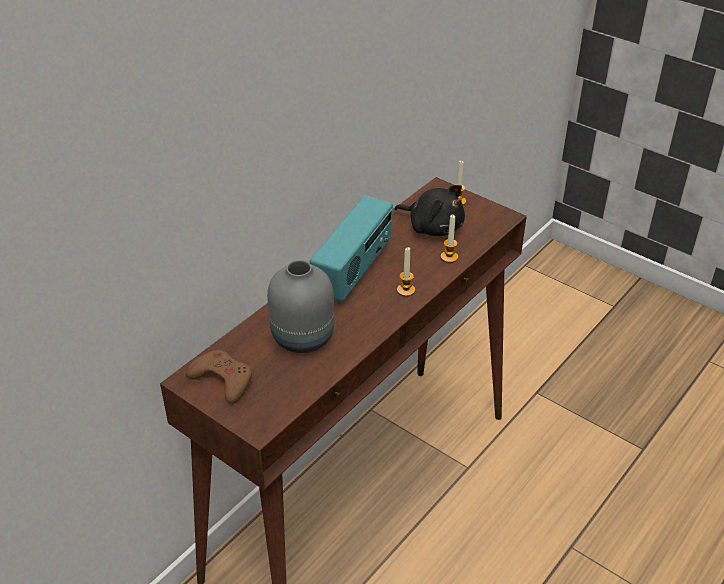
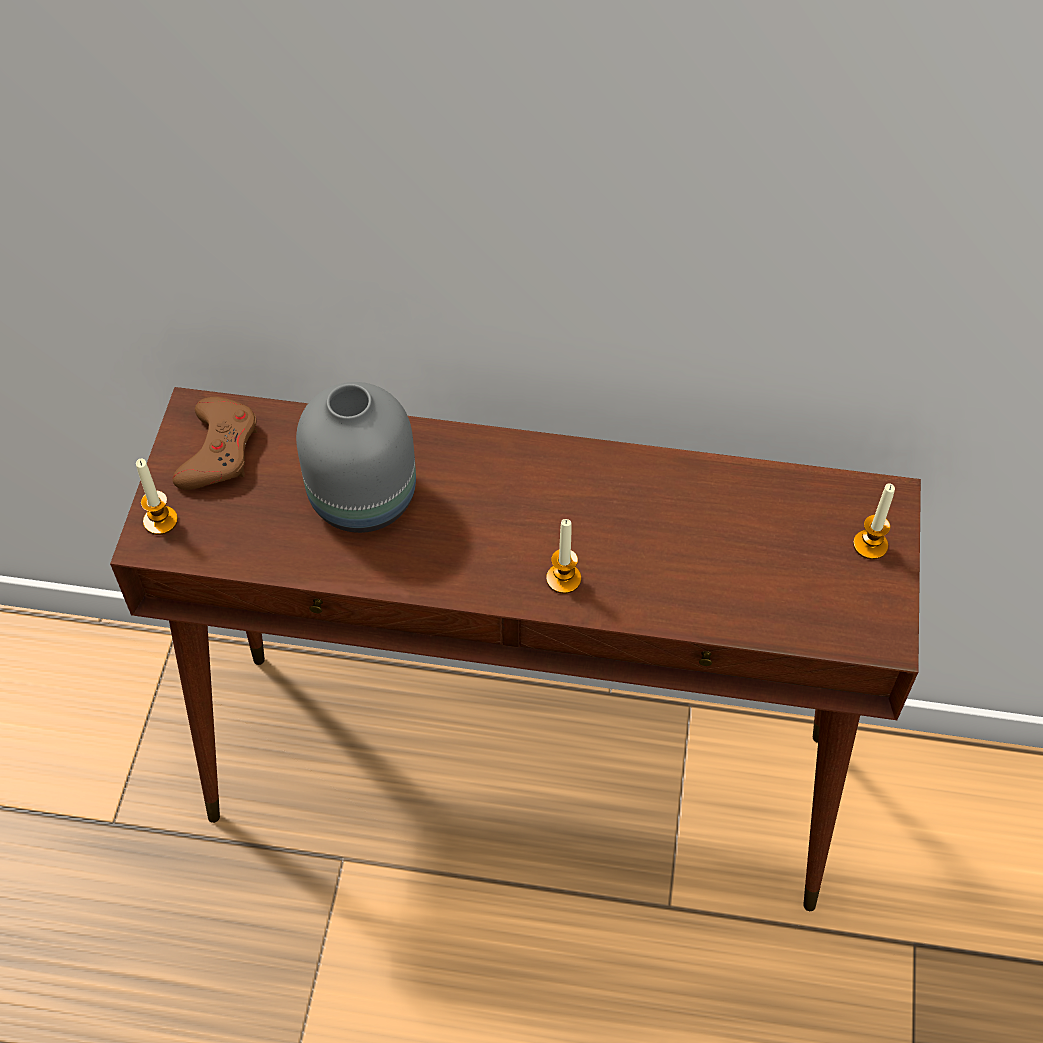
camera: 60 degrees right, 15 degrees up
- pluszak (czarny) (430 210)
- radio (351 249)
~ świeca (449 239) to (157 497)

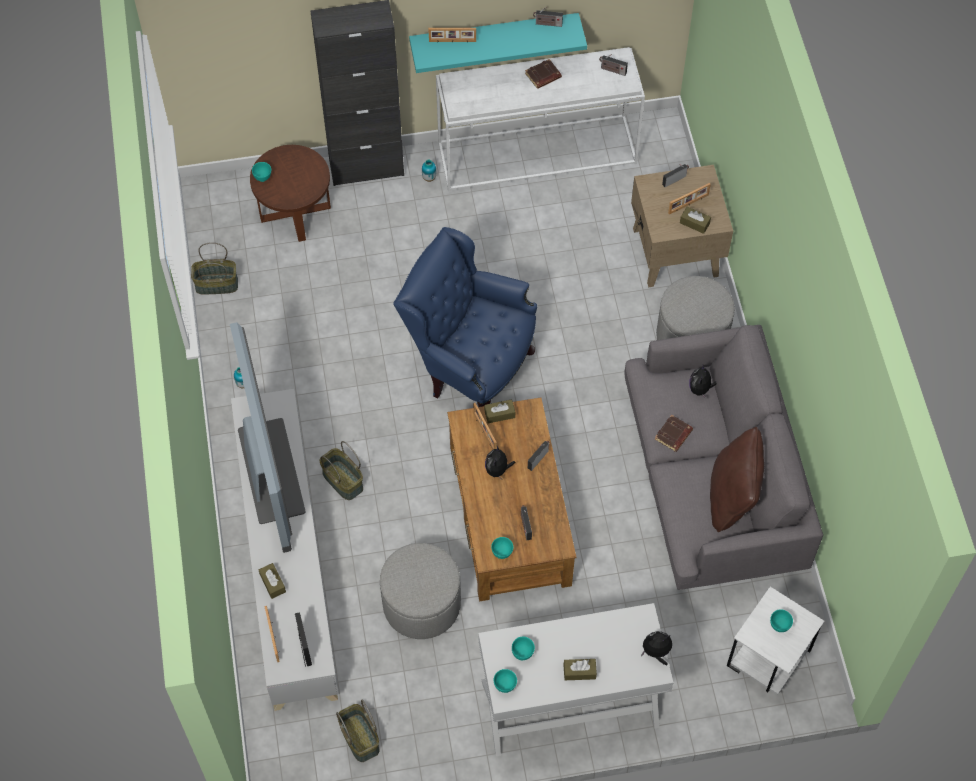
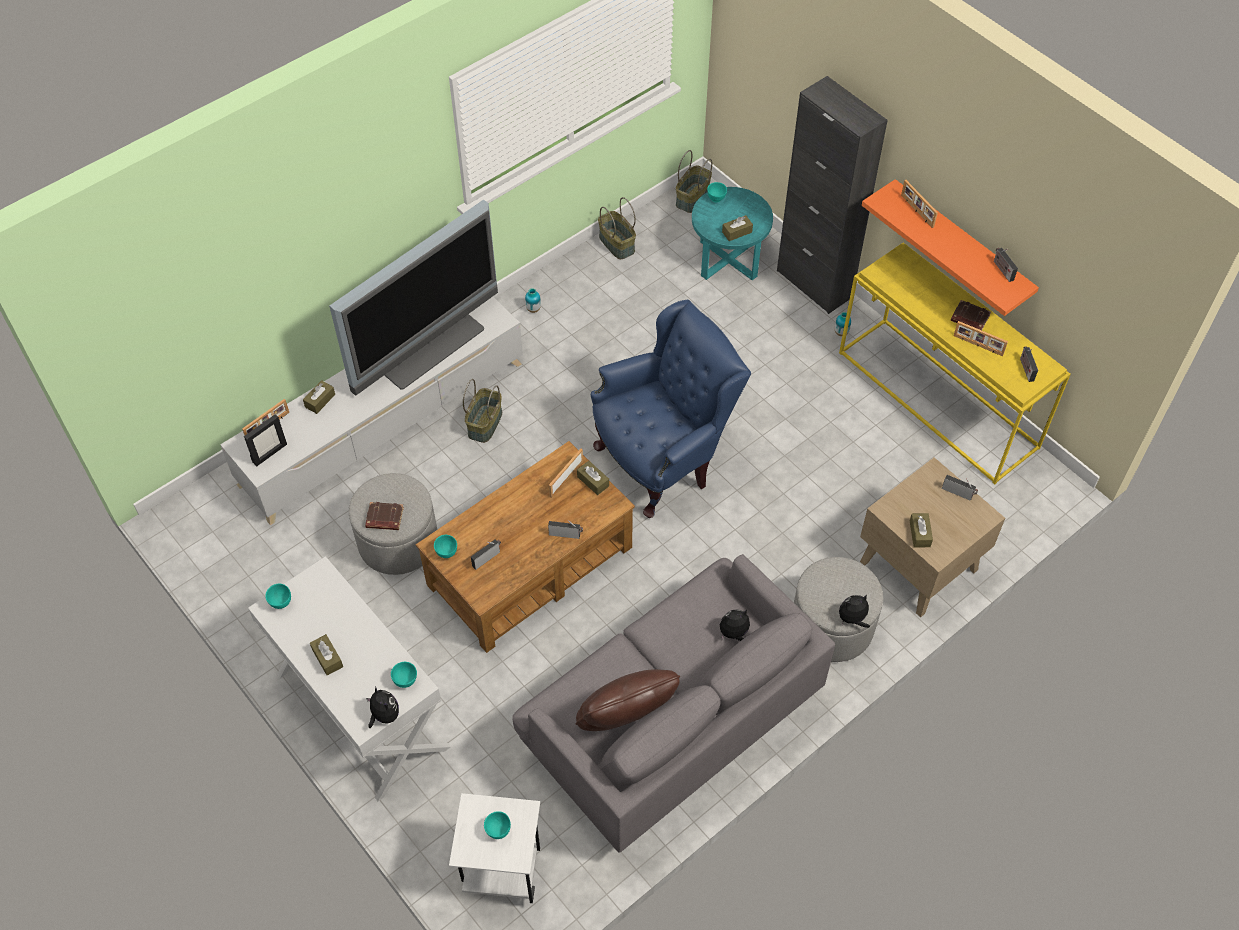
camera: 60 degrees right, 5 degrees down
~ półka (turkusowy) (498 43) to półka (pomarańczowy) (950 247)
~ stolik konsolowy (biały) (540 119) to stolik konsolowy (żółty) (955 364)
~ stolik (brązowy) (290 193) to stolik (turkusowy) (732 233)
~ ramka na zdjęcie (689 199) to (981 338)
~ fotel (niebieski) (465 317) = (671 409) 60 degrees clockwise
~ książka (brązowy) (674 433) to (384 516)
~ pluszak (500 463) to (854 611)
~ miska (turkusowy) (523 648) to (404 675)
~ koszyk (357 731) to (694 181)
+ pudełko chusteczek (brązowy) (737 228)

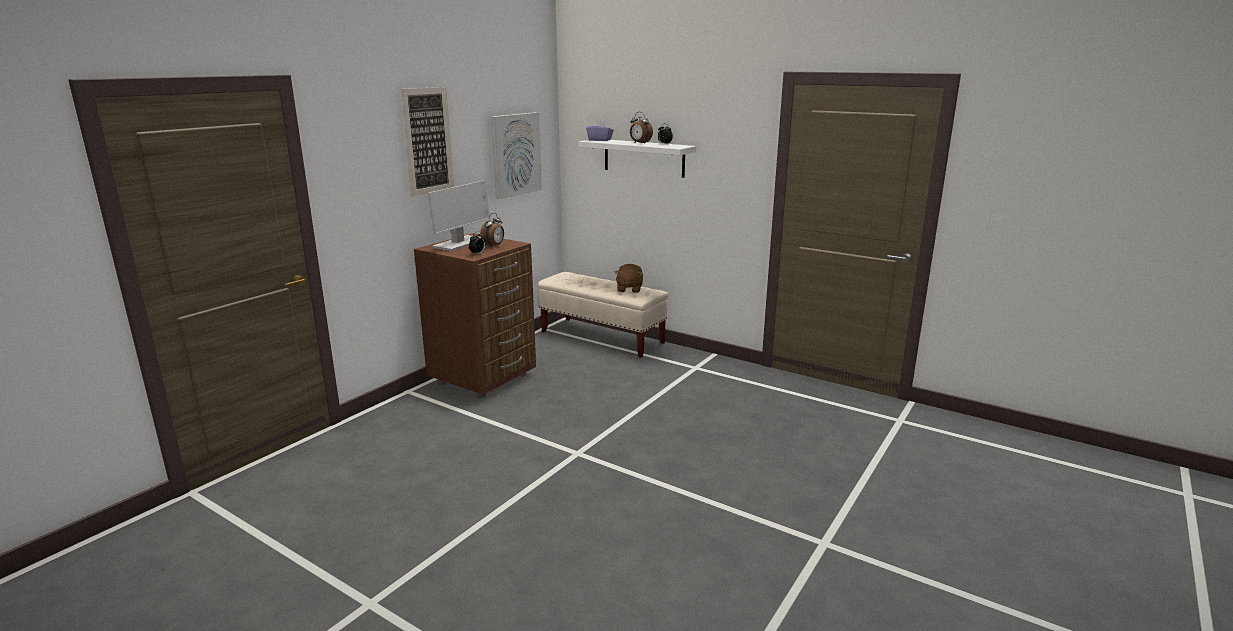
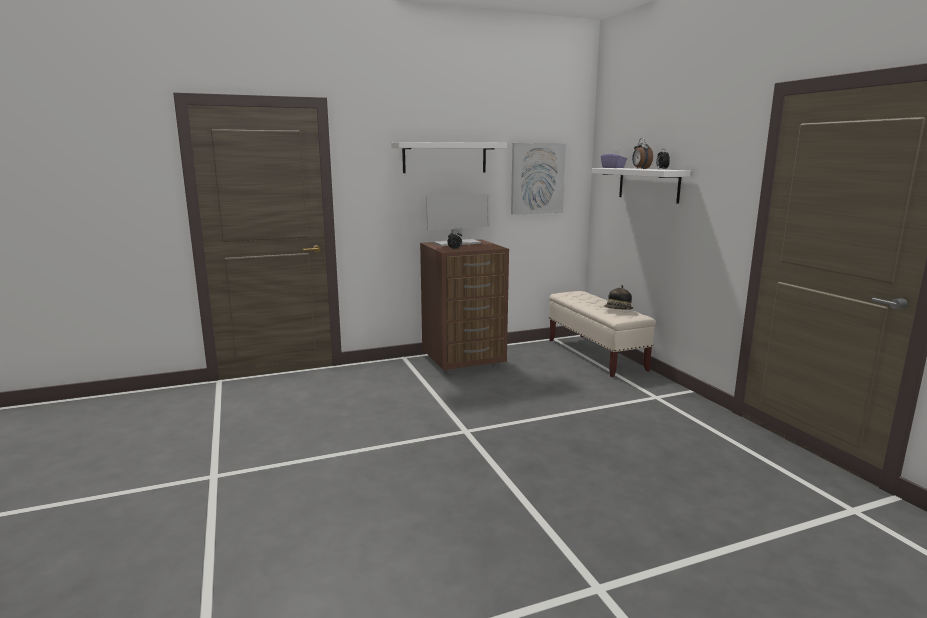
camera: 35 degrees right, 5 degrees down
~ obraz (427 142) to półka (biały) (449 157)
- budzik (492 230)
~ pluszak (brązowy) (628 278) to kapelusz (618 297)

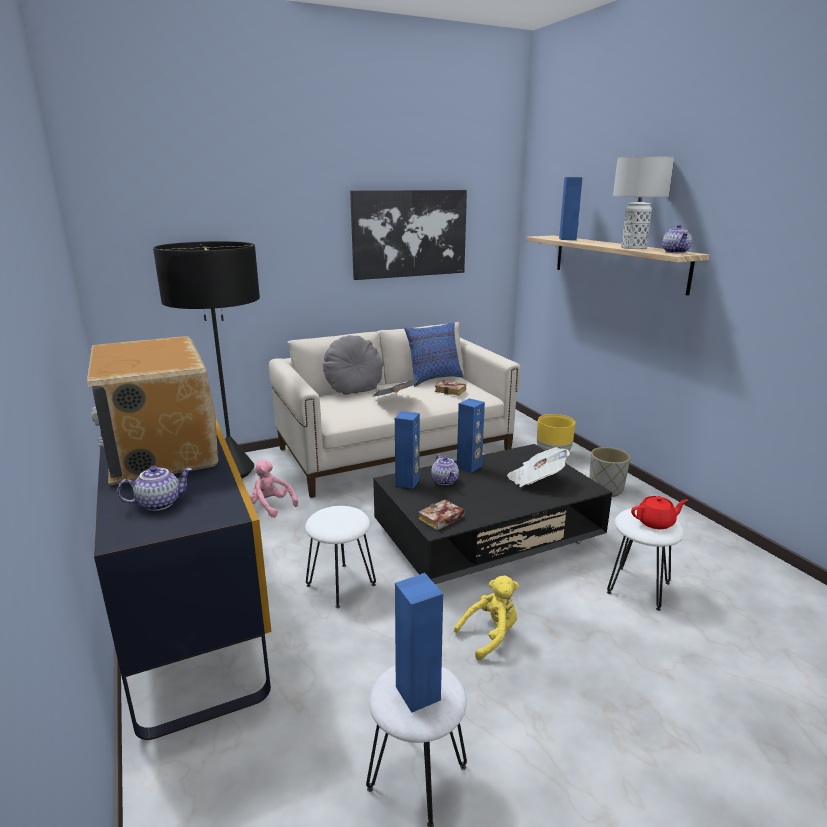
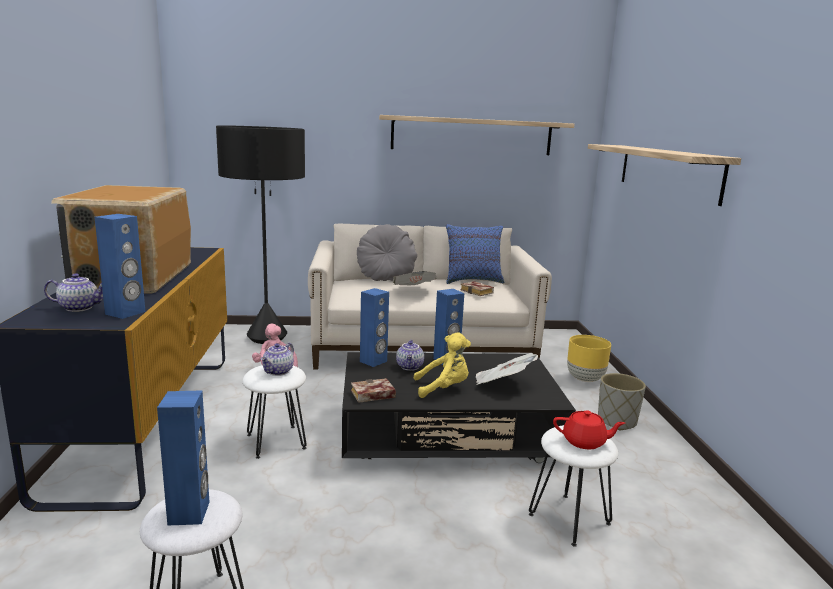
camera: 20 degrees right, 5 degrees down
- lampa stołowa (biały) (643 202)
~ głośnik (niebieski) (571 208) to (119 266)
~ obraz (408 235) to półka (476 135)
~ imbryk (677 239) to (277 359)
~ pluszak (żółty) (486 617) to (442 365)

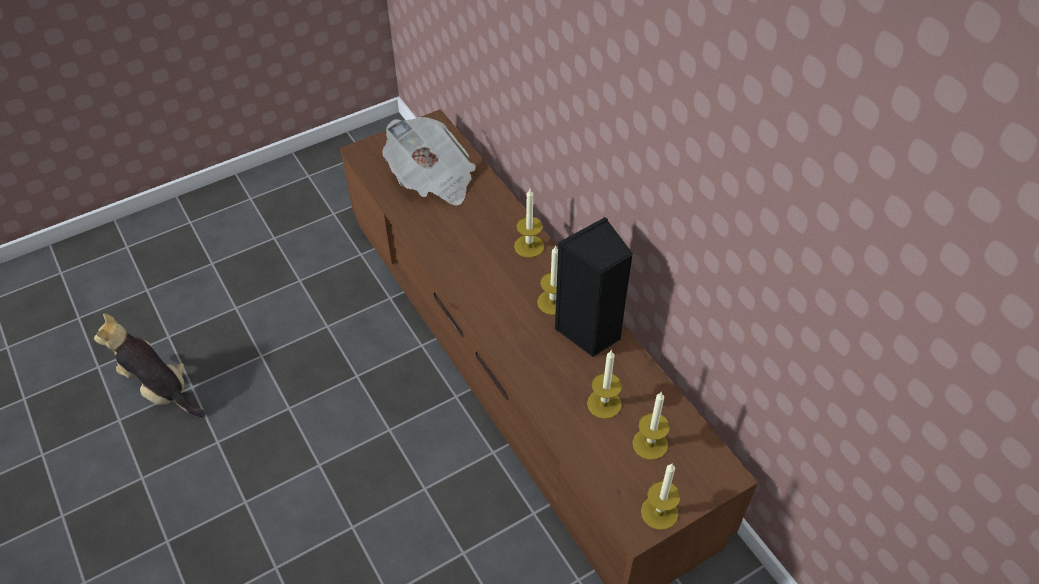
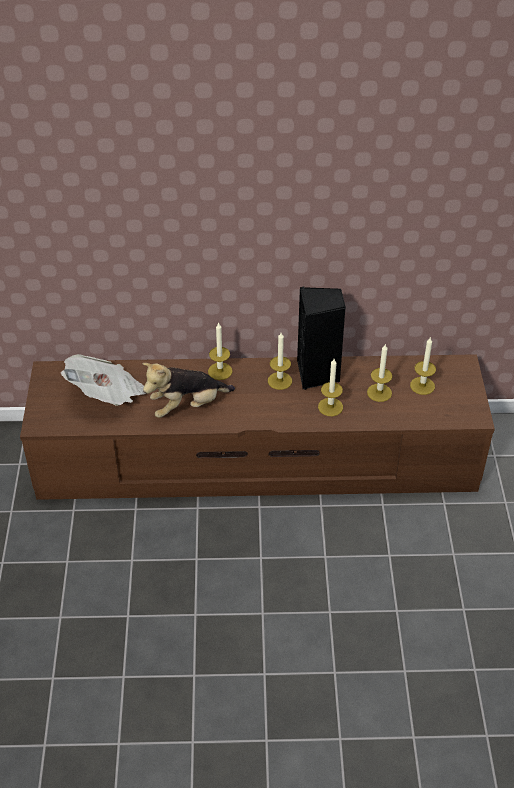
camera: 60 degrees left, 5 degrees down
~ pluszak (149 365) to (188 390)
~ świeca (660 497) to (330 387)

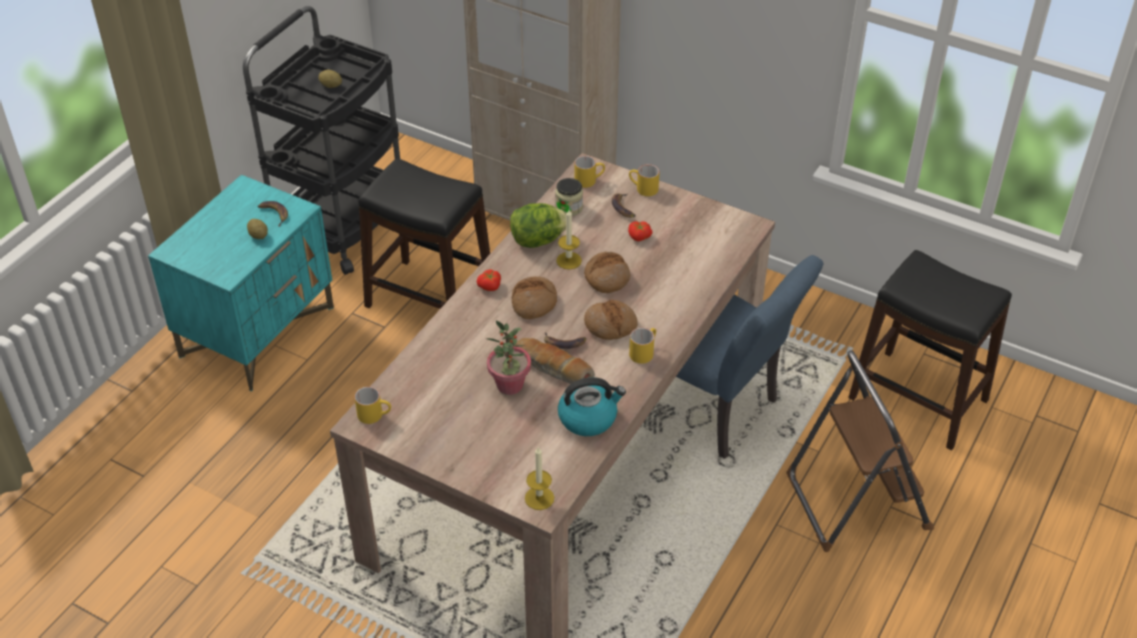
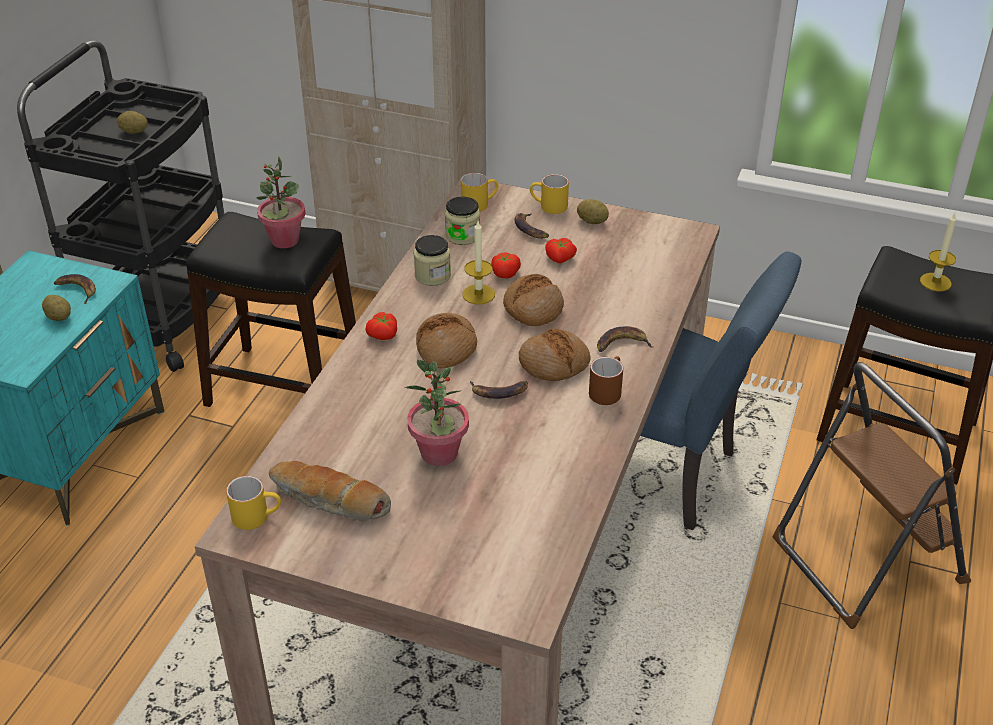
camera: 10 degrees left, 5 degrees down
~ sałata (538 225) to słoik (432 260)
~ kubek (żółty) (642 346) to kubek (brązowy) (606 380)
~ chleb (555 361) to (330 491)
- czajnik (592 406)
~ świeca (539 478) to (938 252)
+ roślina doniczkowa (280 202)
+ ziemniak (593 211)
+ pomidor (506 265)
+ banan (625 339)

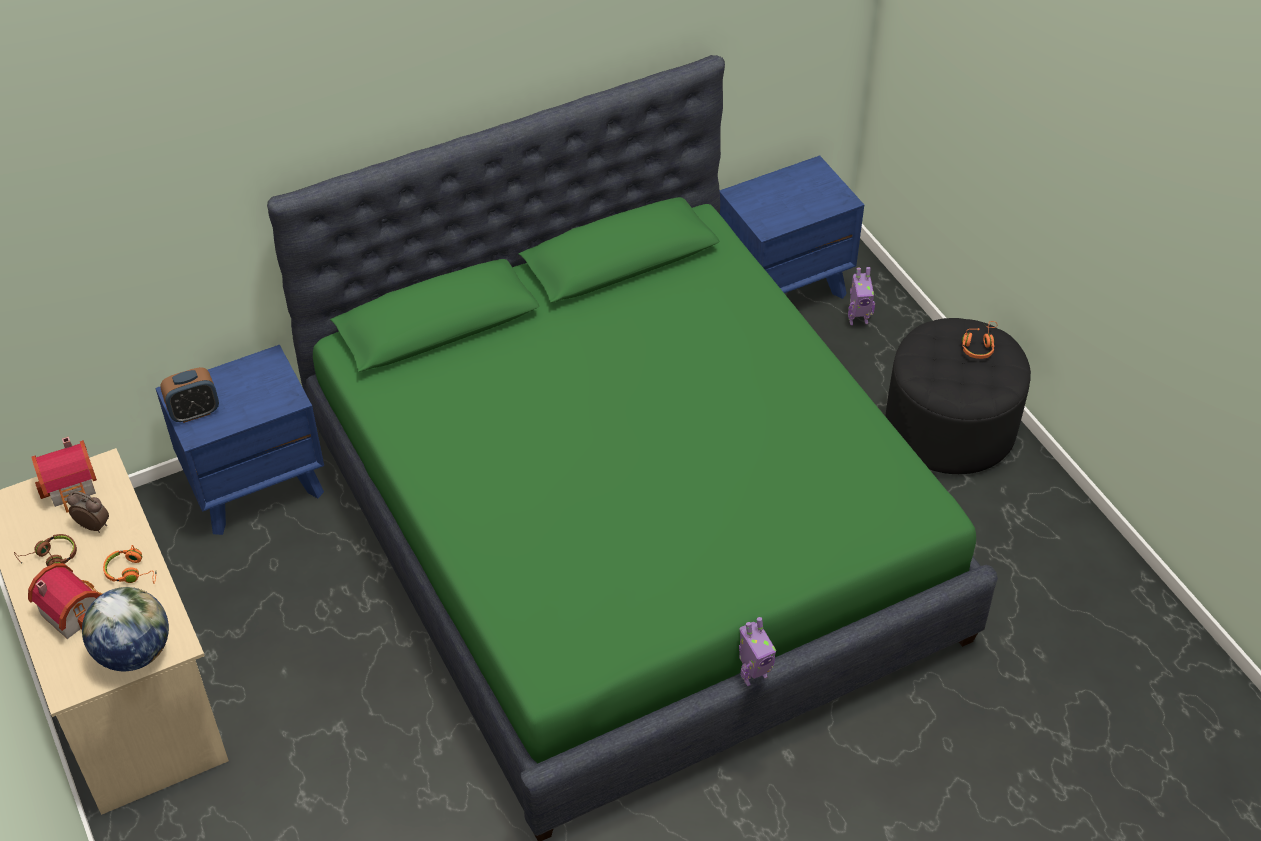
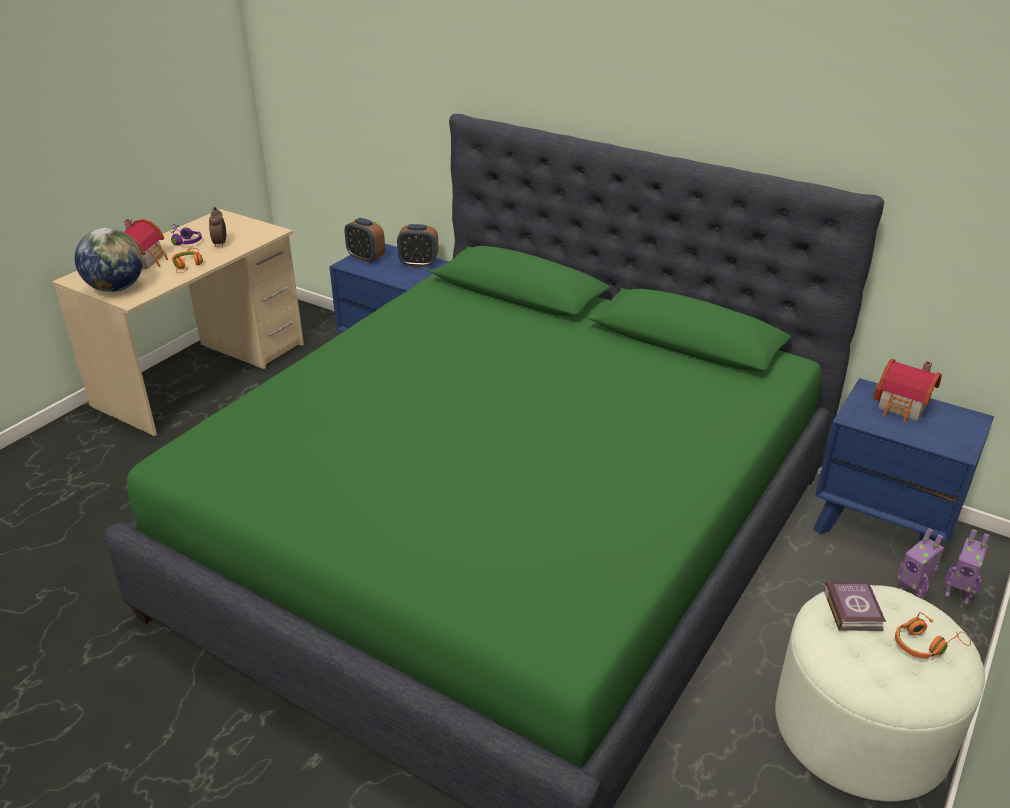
camera: 60 degrees right, 15 degrees down
~ pufa (czarny) (958 396) to pufa (biały) (880 693)
~ domek (64 475) to (907 391)
~ słuchawki (brązowy) (45 550) to słuchawki (fioletowy) (186 235)
~ robot zabawkowy (757 651) to (967 566)
+ budzik (418 245)
+ książka (855 606)

